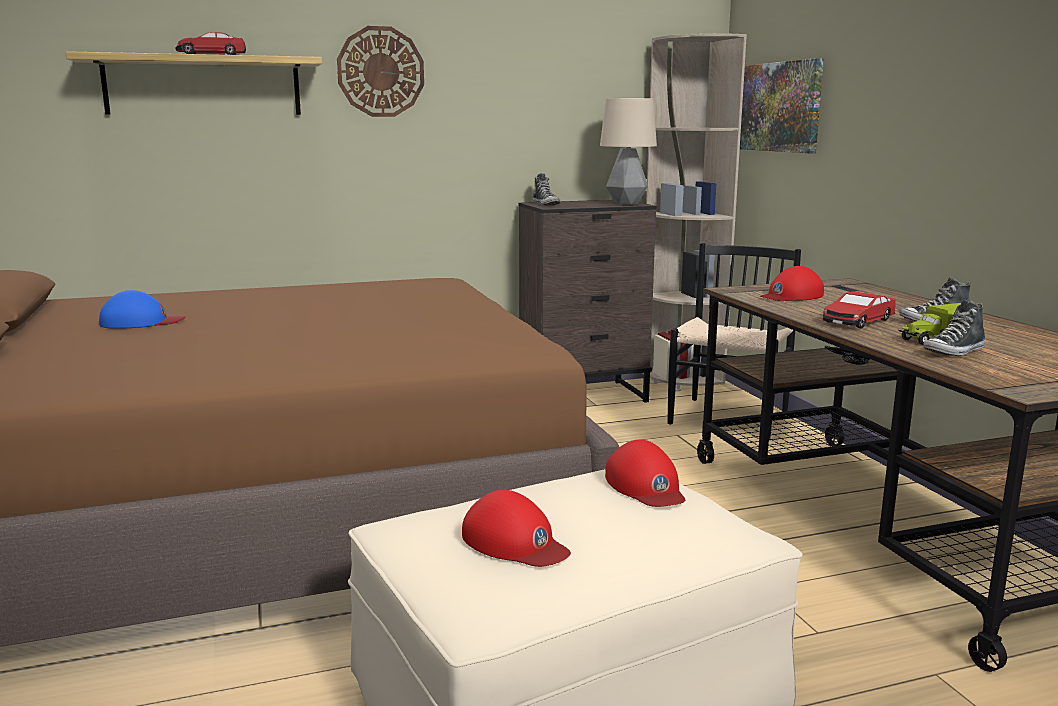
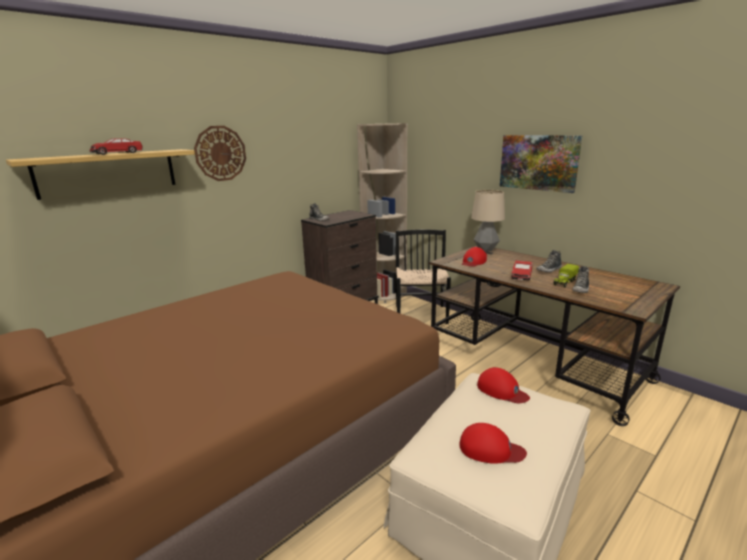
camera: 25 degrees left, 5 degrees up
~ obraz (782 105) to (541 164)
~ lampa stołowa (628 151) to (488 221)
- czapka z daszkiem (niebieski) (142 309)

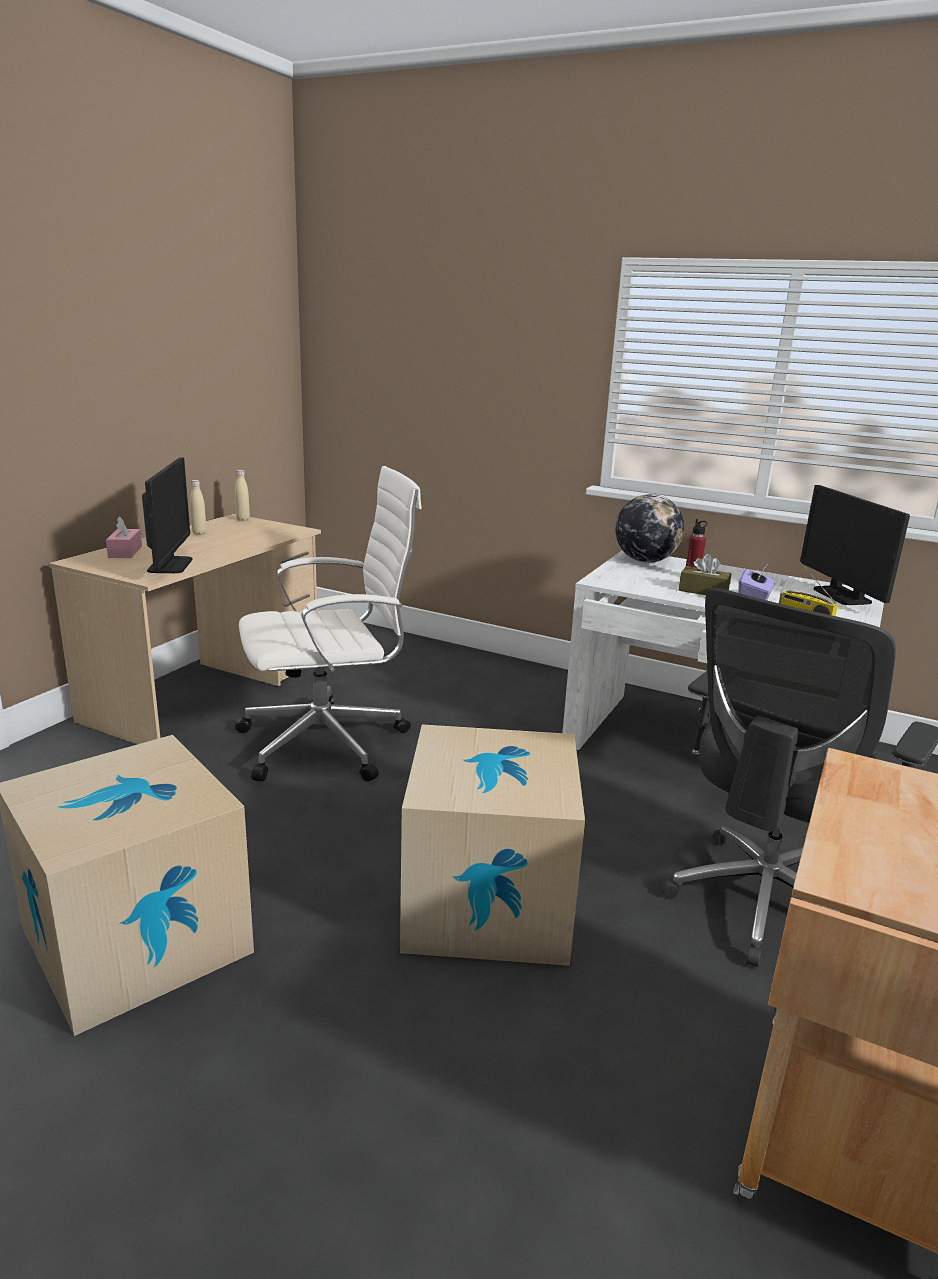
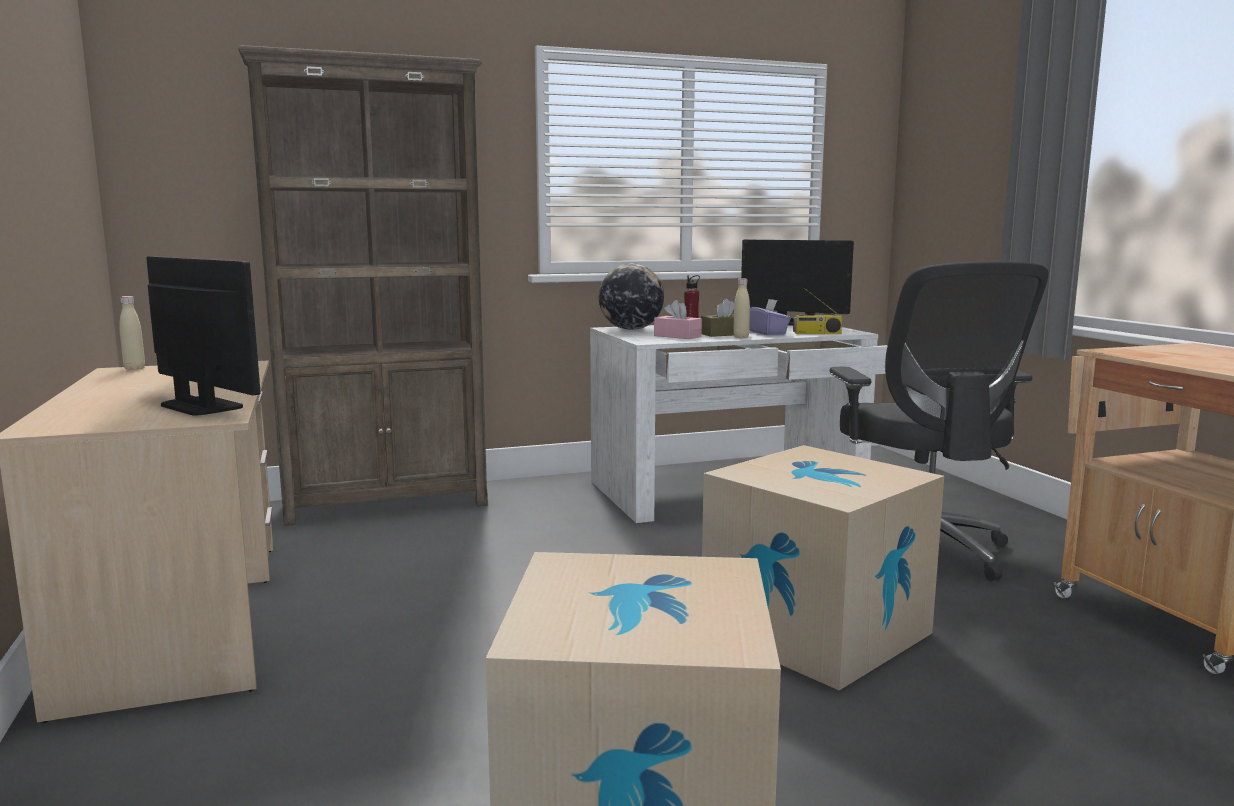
camera: 45 degrees left, 10 degrees down
- krzesło biurowe (biały) (328 624)
~ butelka (beżowy) (198 507) to (741 308)
~ pudełko chusteczek (różowy) (124 537) to (678 319)
+ regał (brązowy) (363 285)

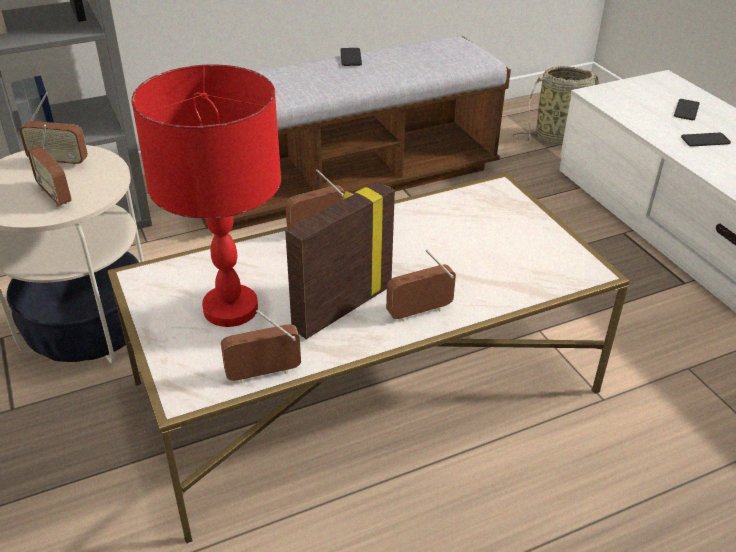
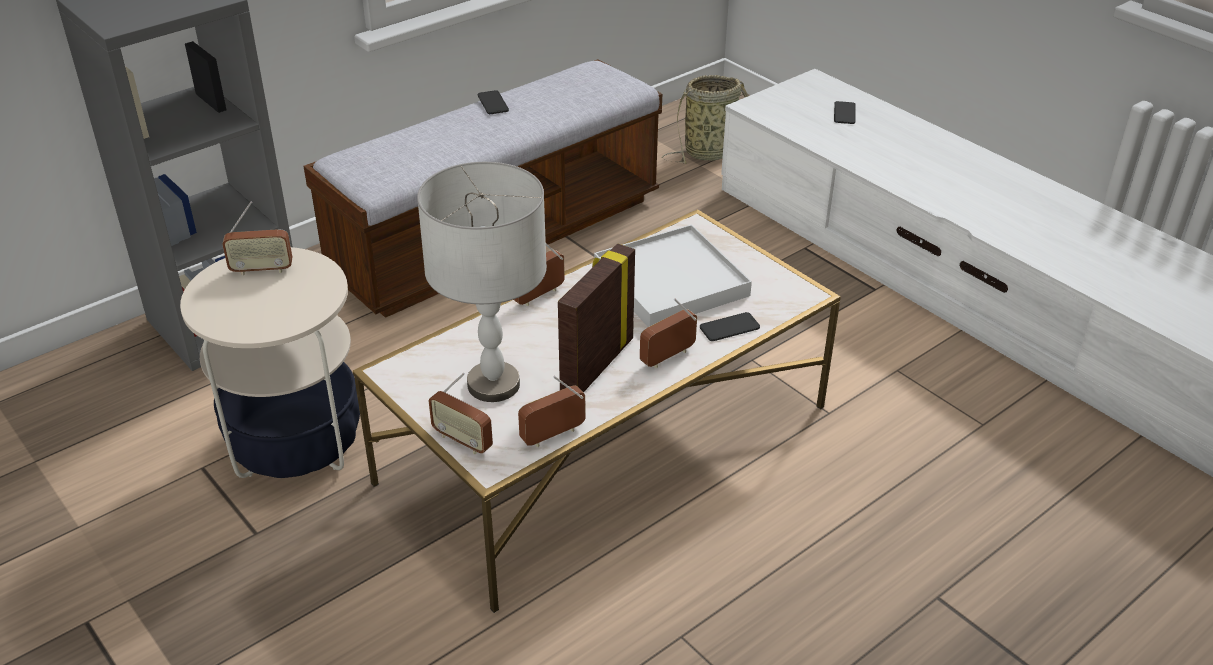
camera: 15 degrees left, 0 degrees up
~ lampa stołowa (czerwony) (206 196) to lampa stołowa (szary) (482 282)
~ radio (49 166) to (460 413)
~ telefon (706 139) to (730 326)
+ taca (biały) (673 275)

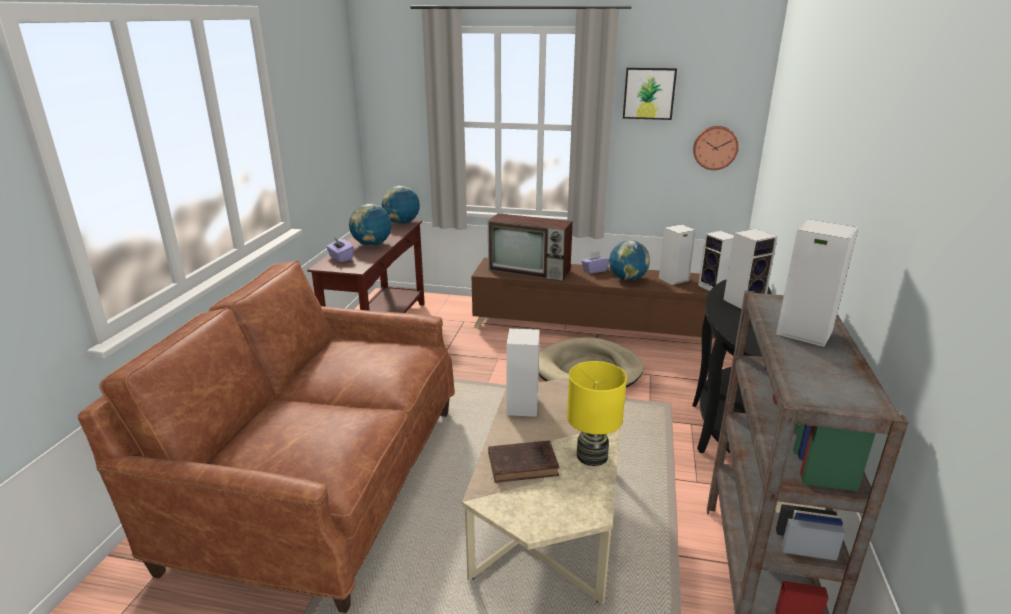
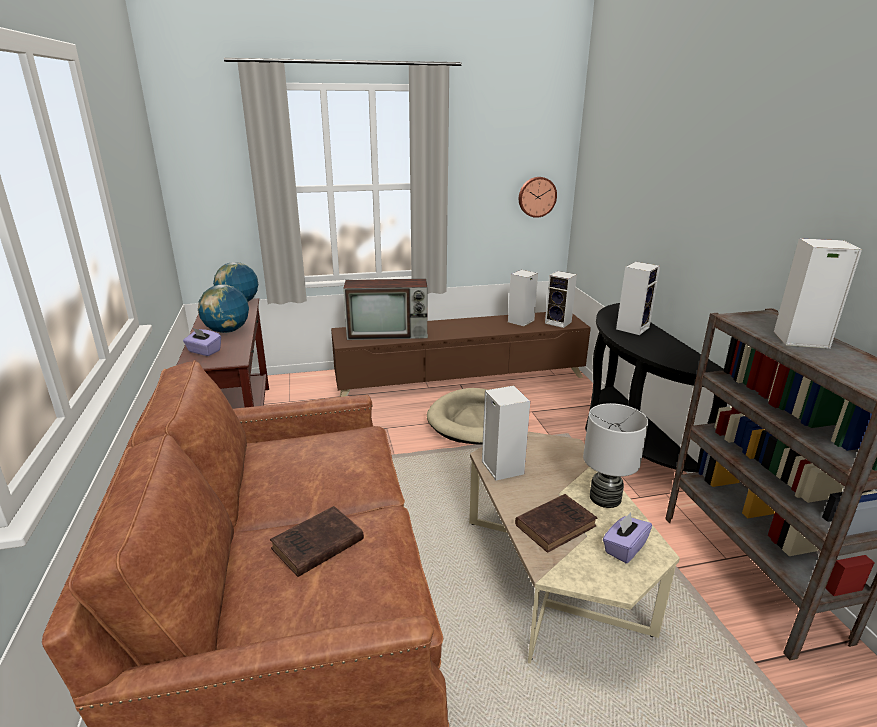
camera: 25 degrees left, 0 degrees up
- obraz (650 93)
- globus (629 260)
~ pudełko chusteczek (fioletowy) (595 262) to (627 538)
~ lampa stołowa (żółty) (597 413) to lampa stołowa (szary) (615 455)
+ książka (brązowy) (317 541)

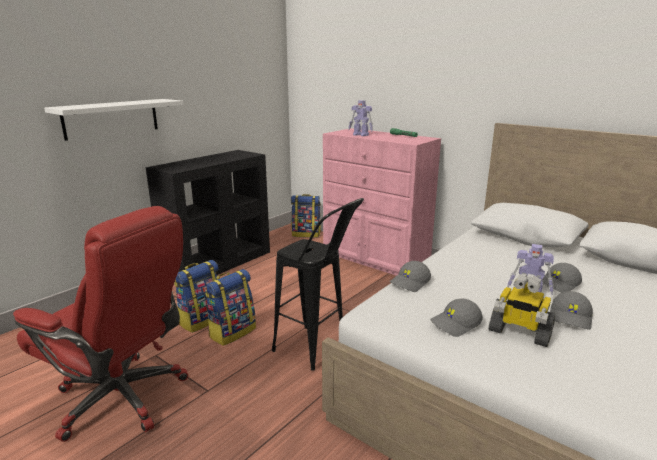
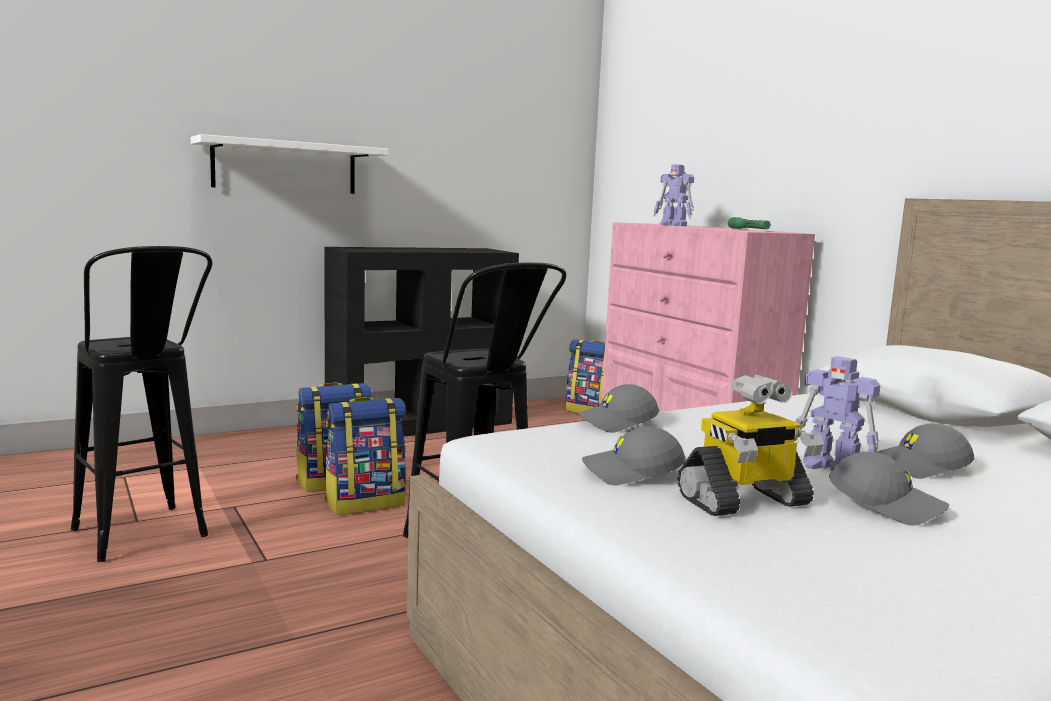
camera: 20 degrees right, 10 degrees down
~ krzesło biurowe (czerwony) (100 324) to stołek (czarny) (141 404)
~ robot zabawkowy (521 310) = (751 445) 75 degrees counterclockwise
~ czapka z daszkiem (szary) (571 310) = (889 488) 105 degrees counterclockwise

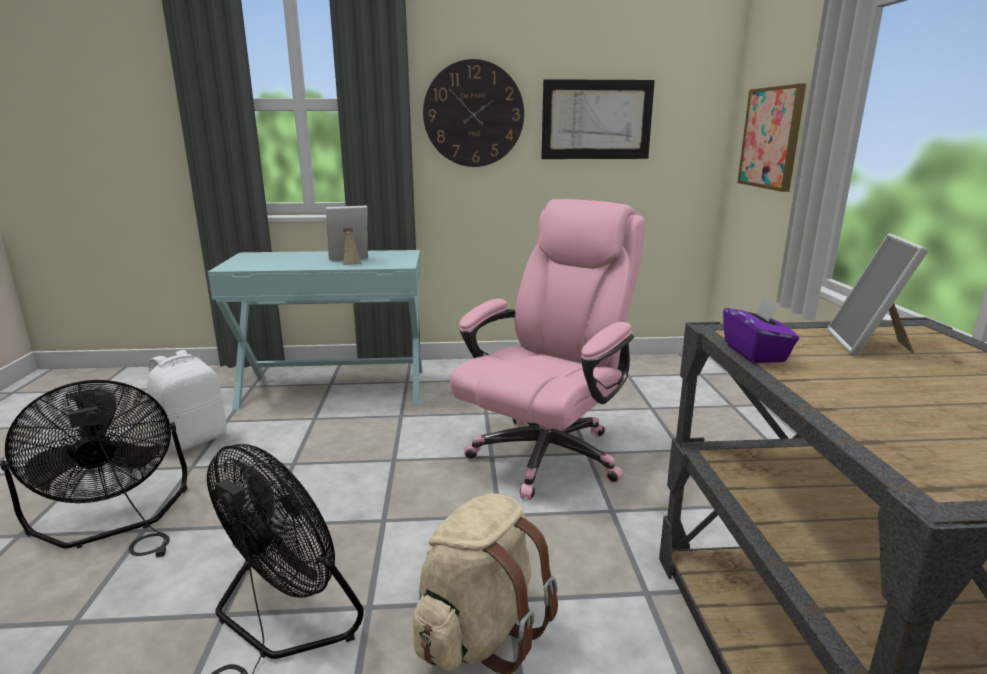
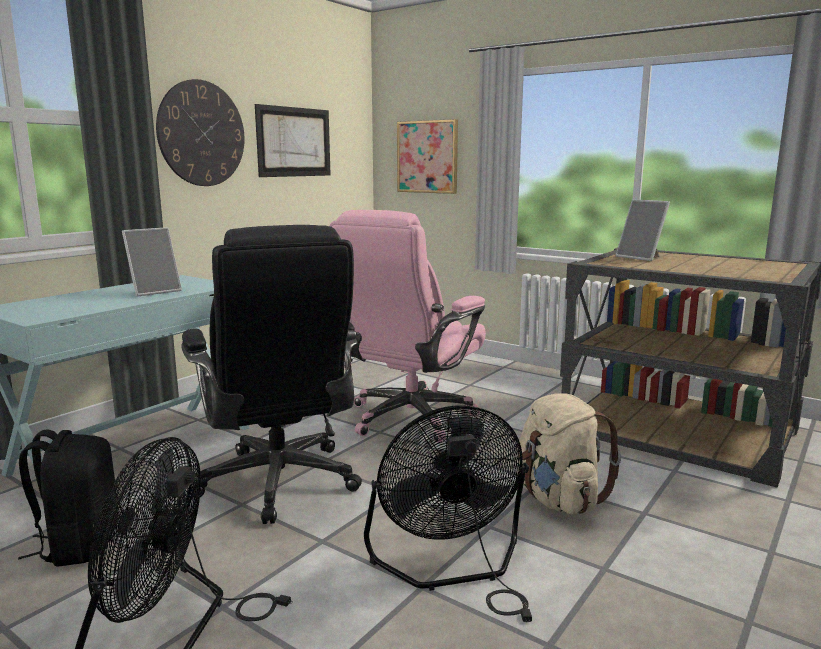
camera: 50 degrees left, 5 degrees down
~ krzesło biurowe (różowy) (547 349) = (407 326) 135 degrees counterclockwise
~ ramka na zdjęcie (347 235) = (152 262) 150 degrees counterclockwise
- pudełko chusteczek (fioletowy) (761 330)
~ plecak (biały) (187 402) to plecak (czarny) (68 498)
+ krzesło biurowe (czarny) (271 374)

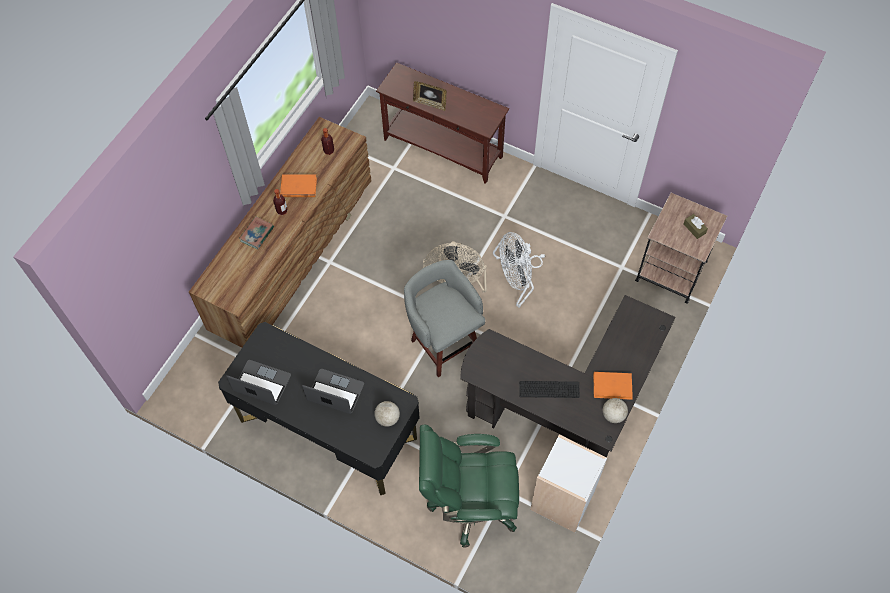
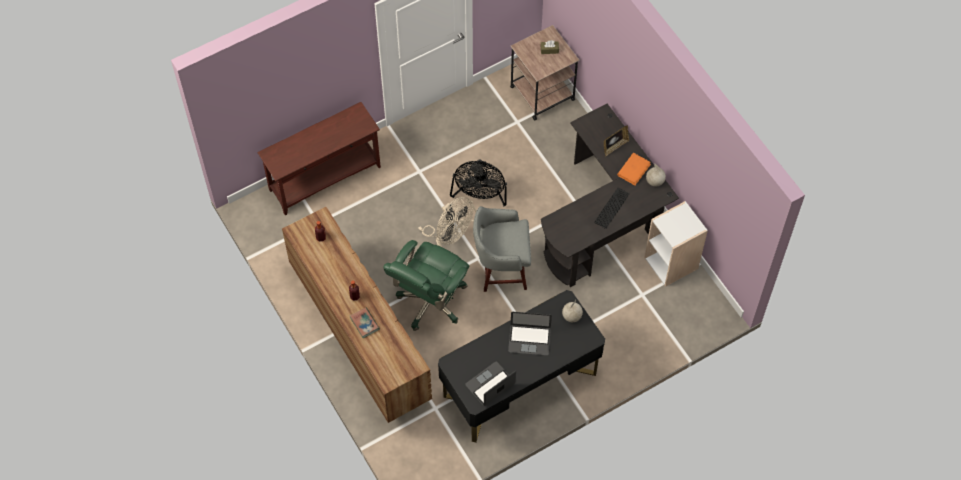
camera: 60 degrees left, 0 degrees up
~ ramka na zdjęcie (430 96) to (616 141)
- książka (pomarańczowy) (298 185)
~ wentylator (biały) (519 270) to wentylator (czarny) (478 183)
~ laptop (333 391) = (530 333) 135 degrees counterclockwise
~ krzesło biurowe (zielony) (469 486) to (426 285)

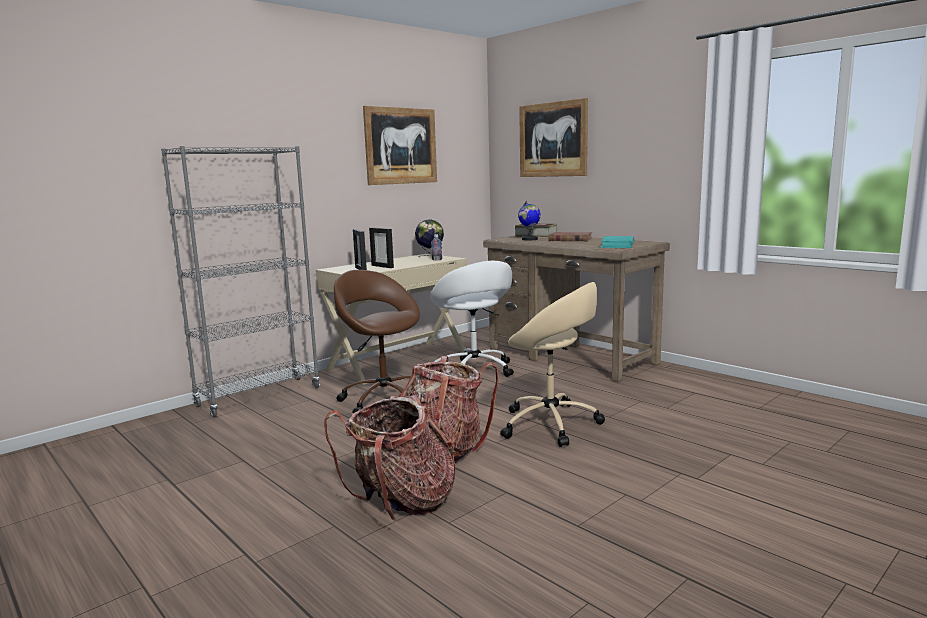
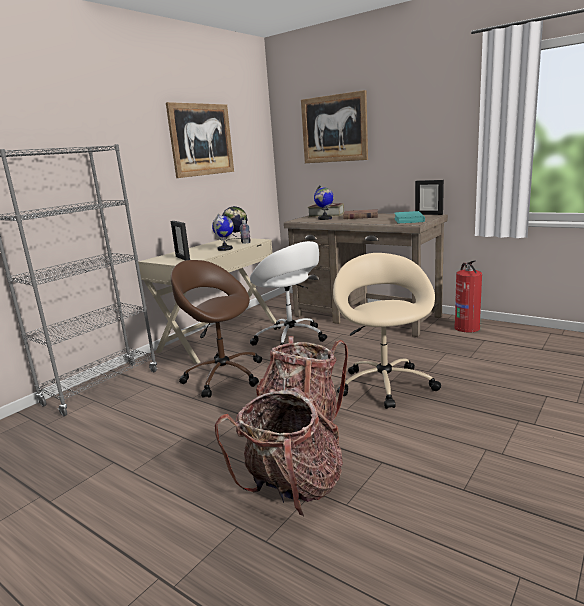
camera: 10 degrees left, 5 degrees up
~ ramka na zdjęcie (381 247) to (429 197)
~ krzesło biurowe (beżowy) (552 364) = (387 331) 120 degrees counterclockwise
+ globus (223 232)
+ gaśnica (468 296)

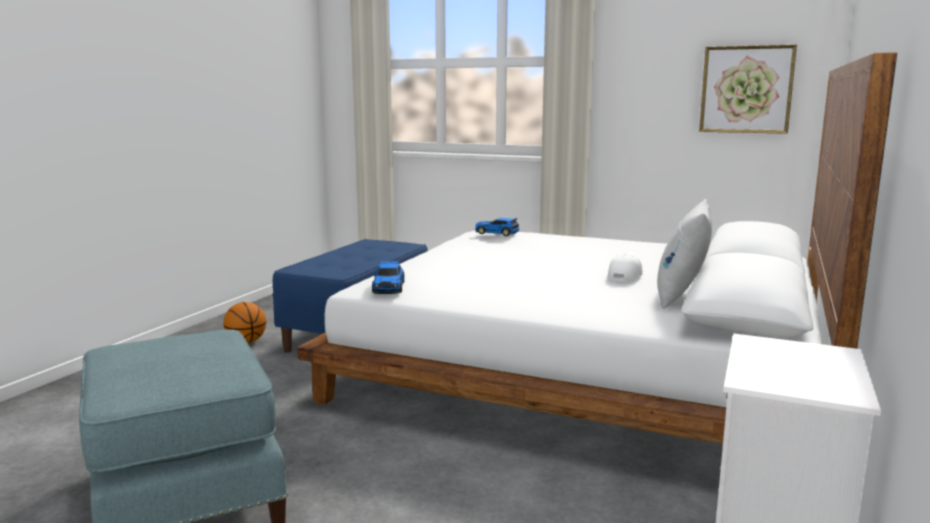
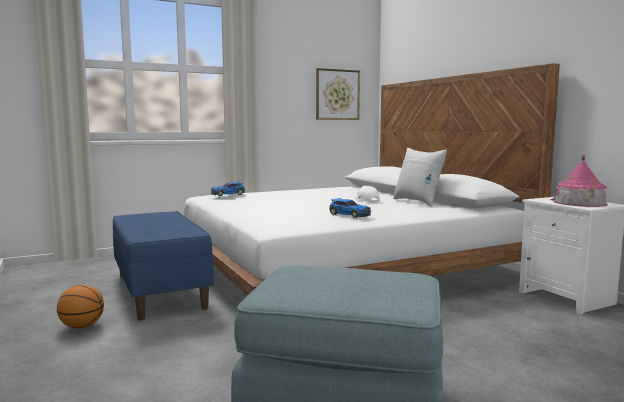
camera: 50 degrees left, 5 degrees down
~ samochodzik (388 278) to (350 208)
+ domek (579 181)

